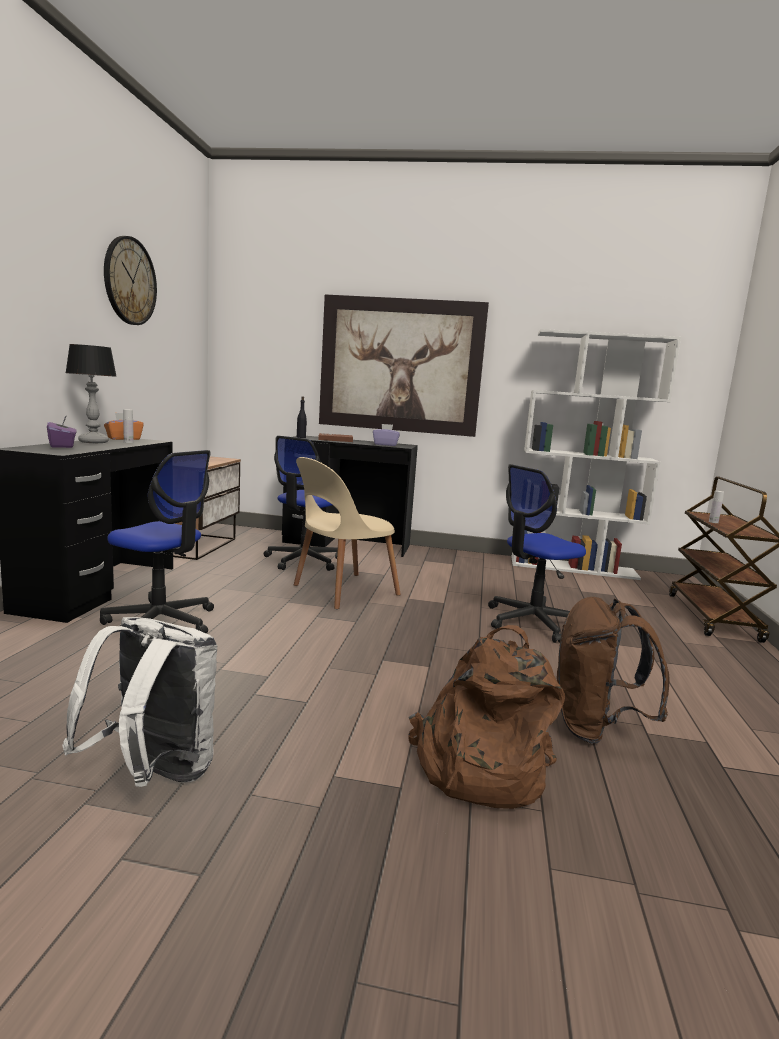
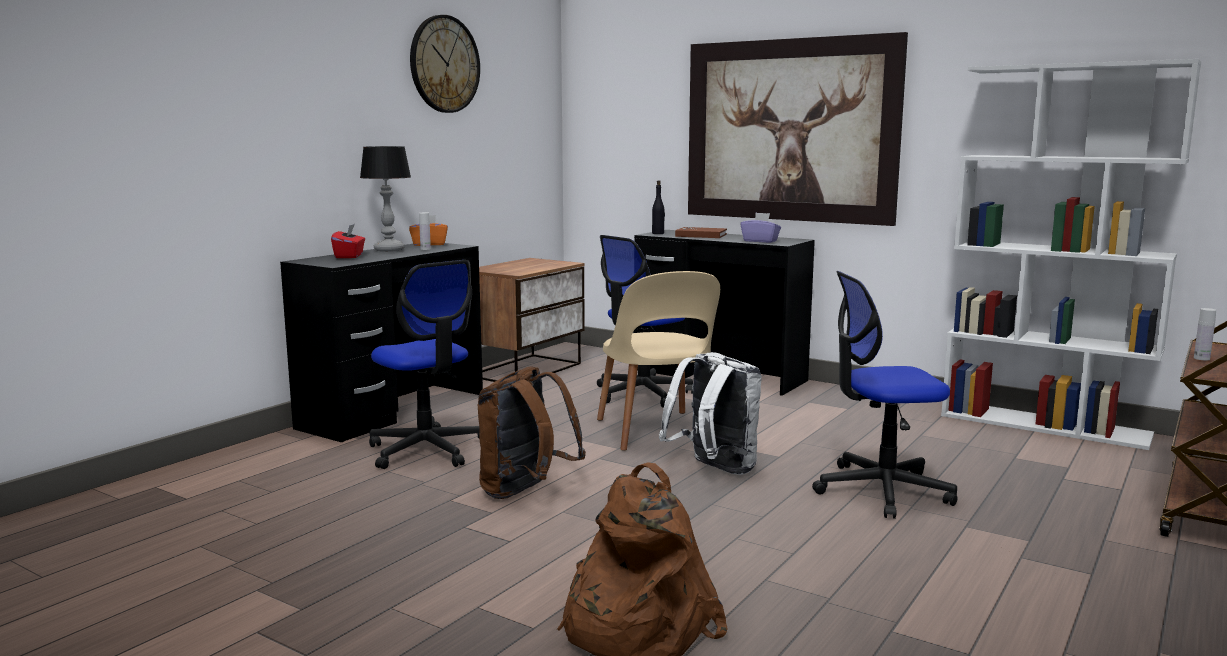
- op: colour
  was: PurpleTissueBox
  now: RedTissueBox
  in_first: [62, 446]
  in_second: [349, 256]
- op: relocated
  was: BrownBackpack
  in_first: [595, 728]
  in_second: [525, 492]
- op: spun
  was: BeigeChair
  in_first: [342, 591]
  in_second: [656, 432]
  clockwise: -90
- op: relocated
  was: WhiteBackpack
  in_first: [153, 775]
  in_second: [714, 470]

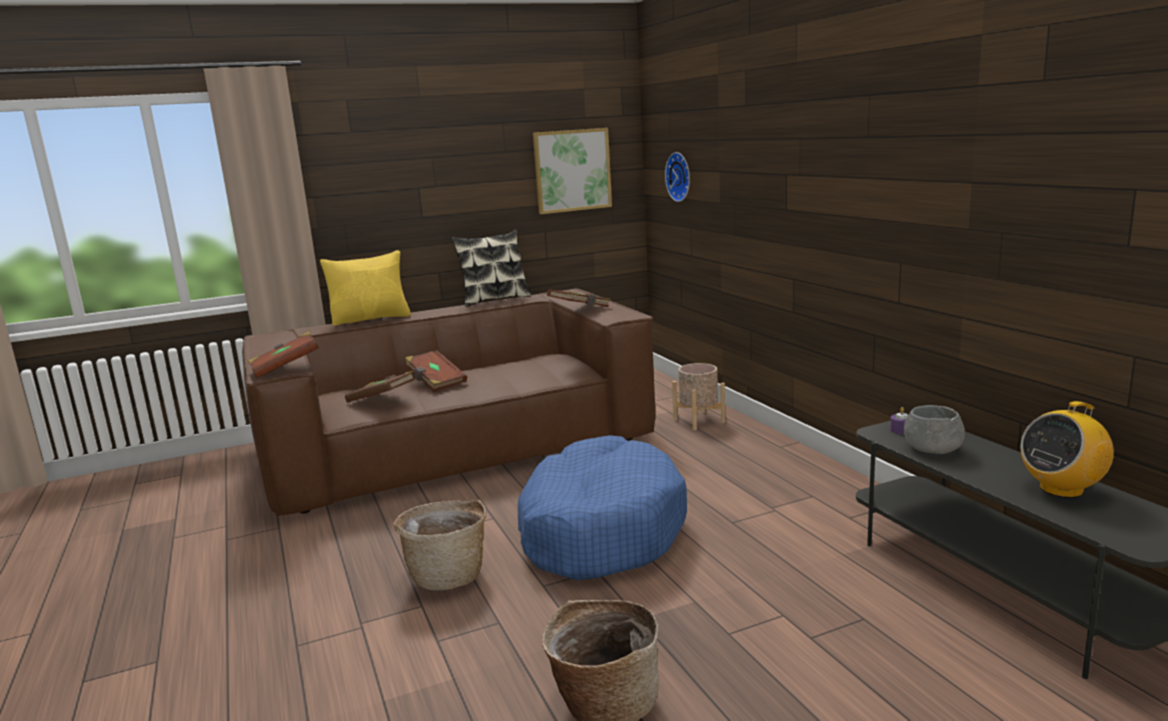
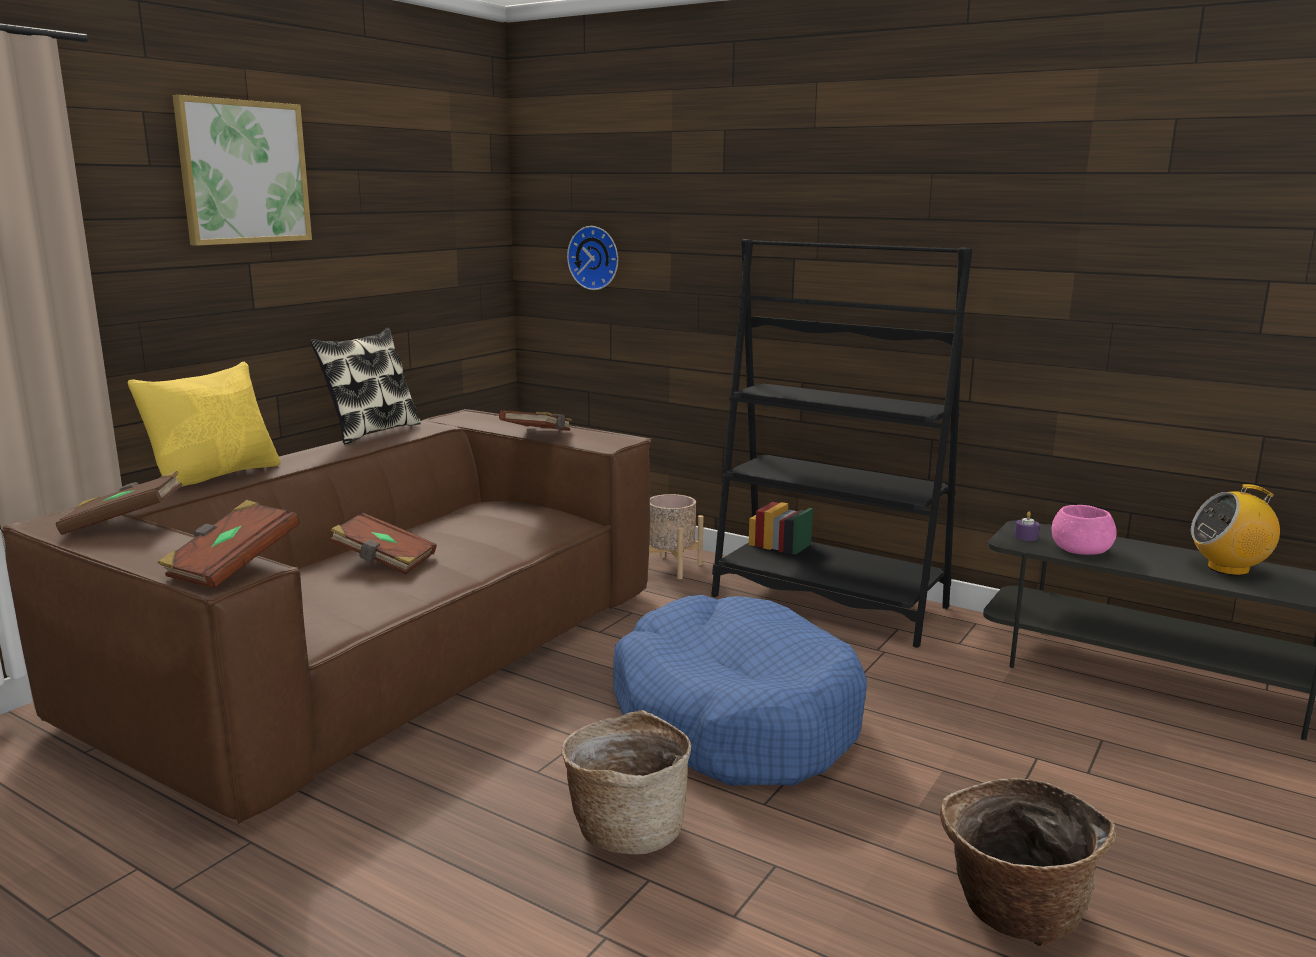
- op: relocated
  was: BrownBook
  in_first: [382, 399]
  in_second: [124, 523]
- op: relocated
  was: Picture
  in_first: [572, 170]
  in_second: [243, 172]
- op: appeared
  now: BlackBookcase
  in_second: [829, 602]
- op: colour
  was: GreyBowl
  now: PinkBowl
  in_first: [932, 449]
  in_second: [1081, 550]
- op: spun
  was: Radio
  in_first: [1061, 489]
  in_second: [1228, 569]
  clockwise: 60

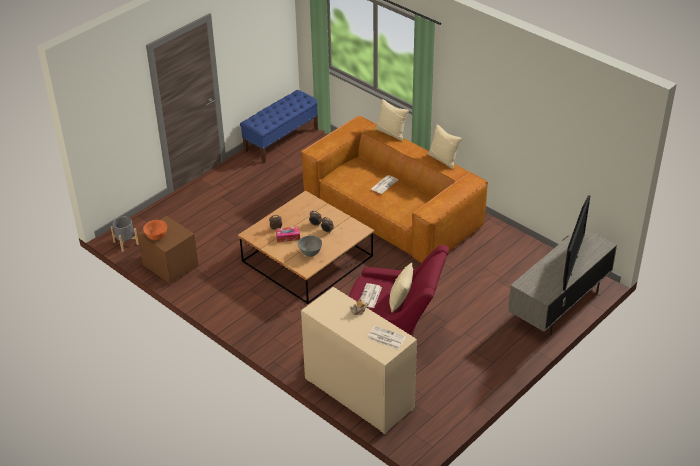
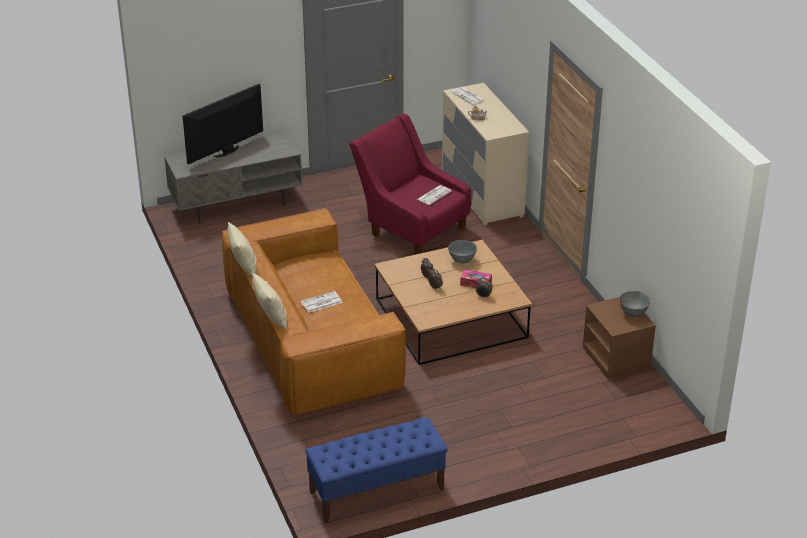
- op: colour
  was: OrangeBowl
  now: GreyBowl
  in_first: [156, 237]
  in_second: [633, 313]
- op: missing
  was: GreyPlanter
  in_first: [126, 243]
- op: missing
  was: BeigePillow
  in_first: [400, 300]

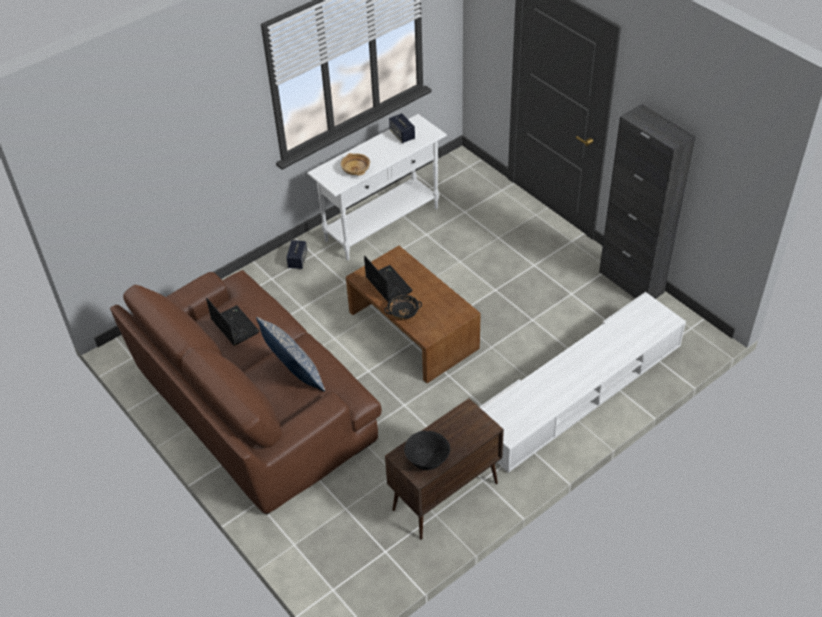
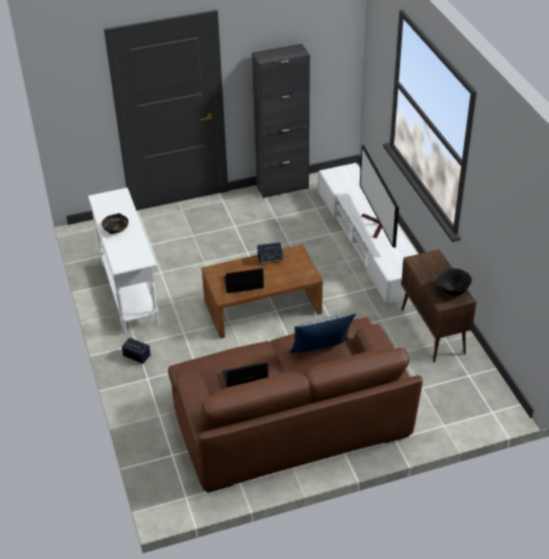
- op: relocated
  was: BlackBowl
  in_first: [403, 312]
  in_second: [116, 228]
- op: relocated
  was: Speaker
  in_first: [402, 135]
  in_second: [270, 259]
- op: appeared
  now: Television
  in_second: [376, 225]
- op: missing
  was: BeigeBowl
  in_first: [356, 170]

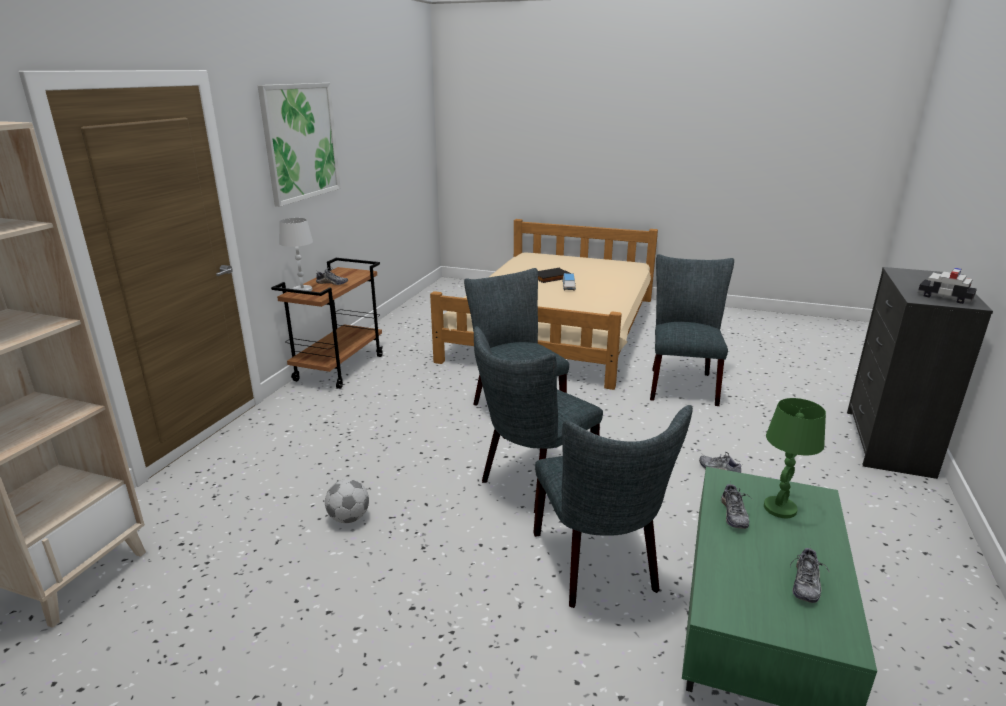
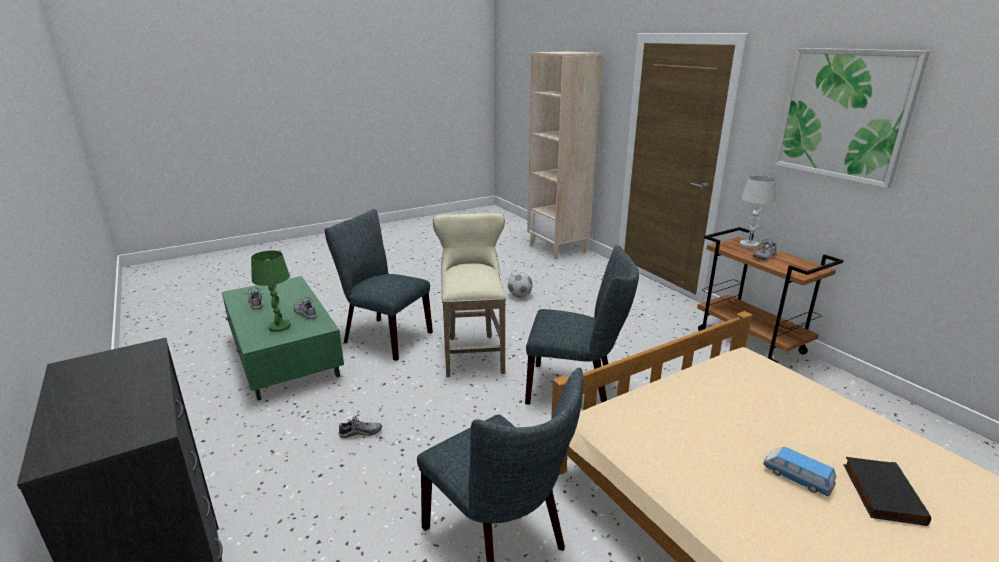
- op: exchanged
  was: GreyChair
  now: BeigeStool
  in_first: [533, 480]
  in_second: [473, 352]
- op: missing
  was: ToyCar
  in_first: [944, 297]

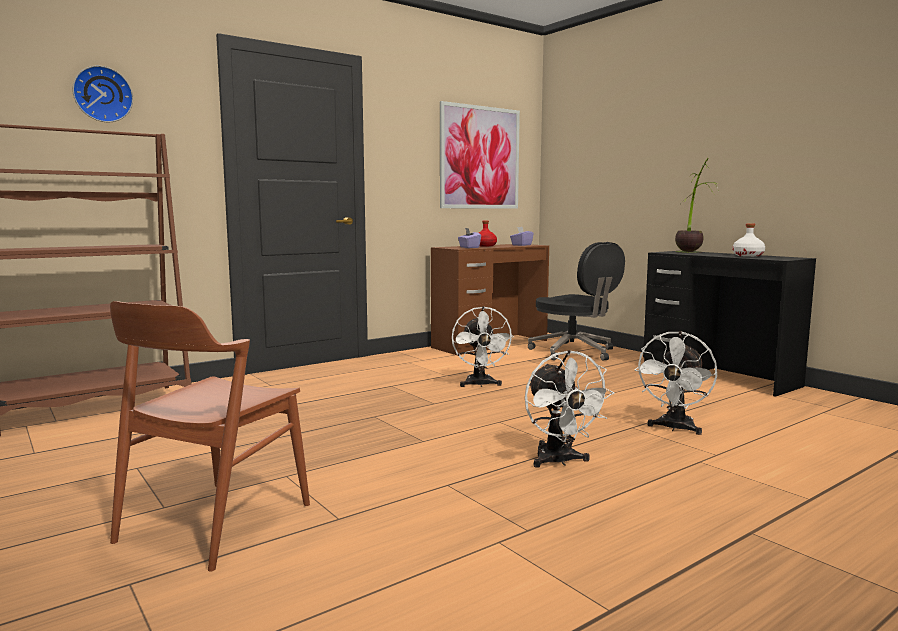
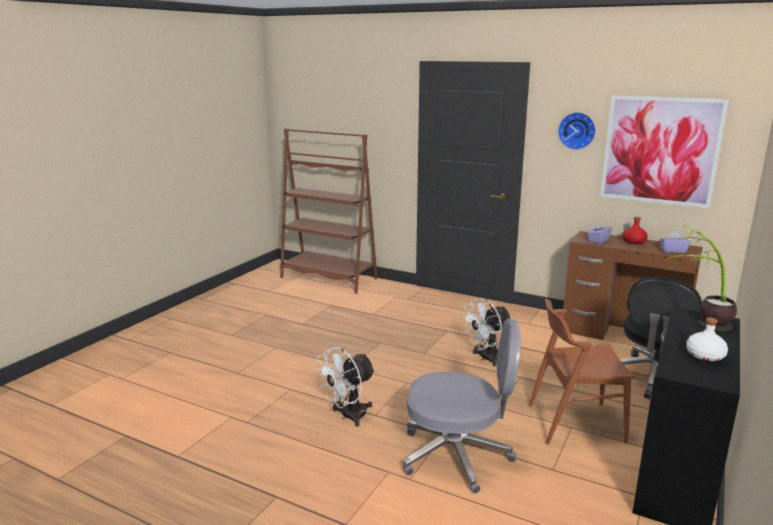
- op: exchanged
  was: WhiteFan
  now: GreyOfficeChair
  in_first: [674, 428]
  in_second: [457, 455]
- op: relocated
  was: BrownChair
  in_first: [214, 522]
  in_second: [575, 423]
- op: relocated
  was: WallClock
  in_first: [102, 94]
  in_second: [577, 130]

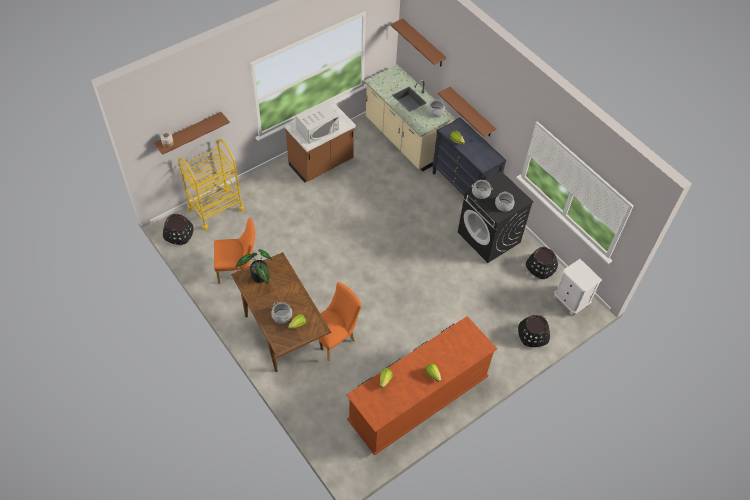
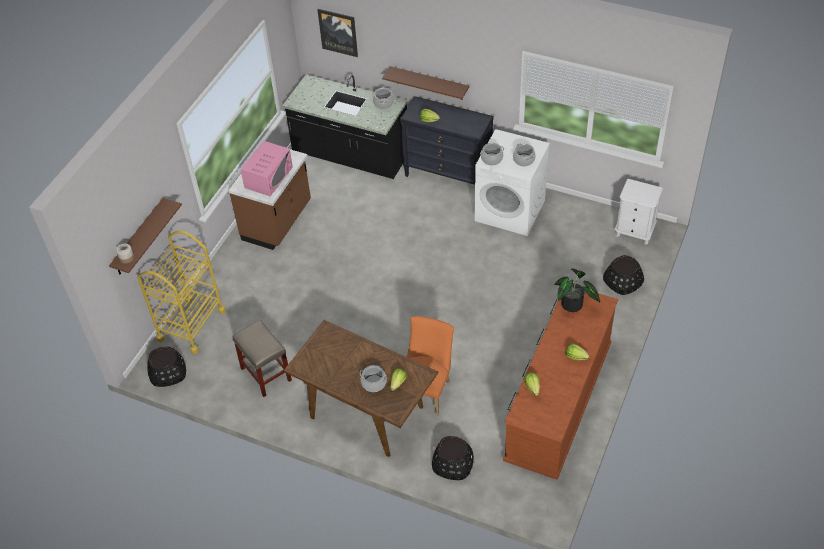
- op: exchanged
  was: OrangeChair
  now: BeigeStool
  in_first: [238, 269]
  in_second: [266, 374]
- op: colour
  was: WhiteMicrowave
  now: PinkMicrowave
  in_first: [317, 129]
  in_second: [268, 177]
- op: colour
  was: BeigeCounter
  now: BlackCounter
  in_first: [405, 139]
  in_second: [350, 155]
- op: exchanged
  was: BrownShelf
  now: Picture
  in_first: [423, 43]
  in_second: [338, 32]
- op: relocated
  was: BlackPlanter
  in_first: [540, 267]
  in_second: [452, 464]
- op: colour
  was: BlackWashingMachine
  now: WhiteWashingMachine
  in_first: [489, 237]
  in_second: [510, 210]
- op: relocated
  was: PottedPlant
  in_first: [259, 277]
  in_second: [573, 306]

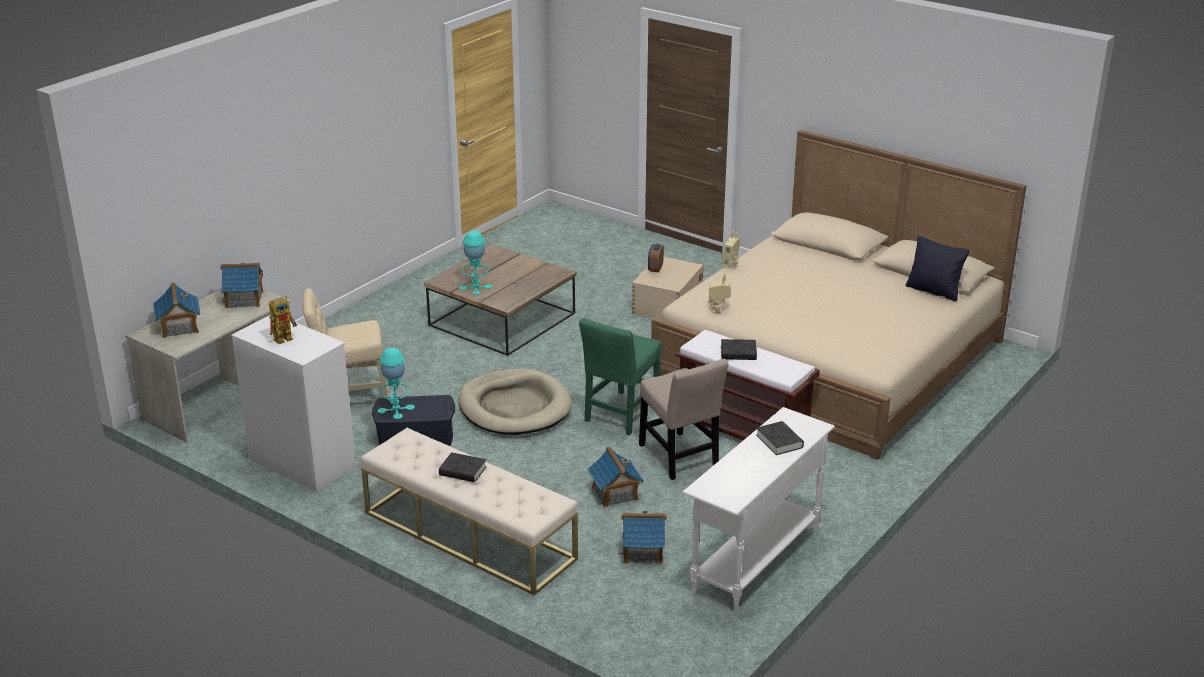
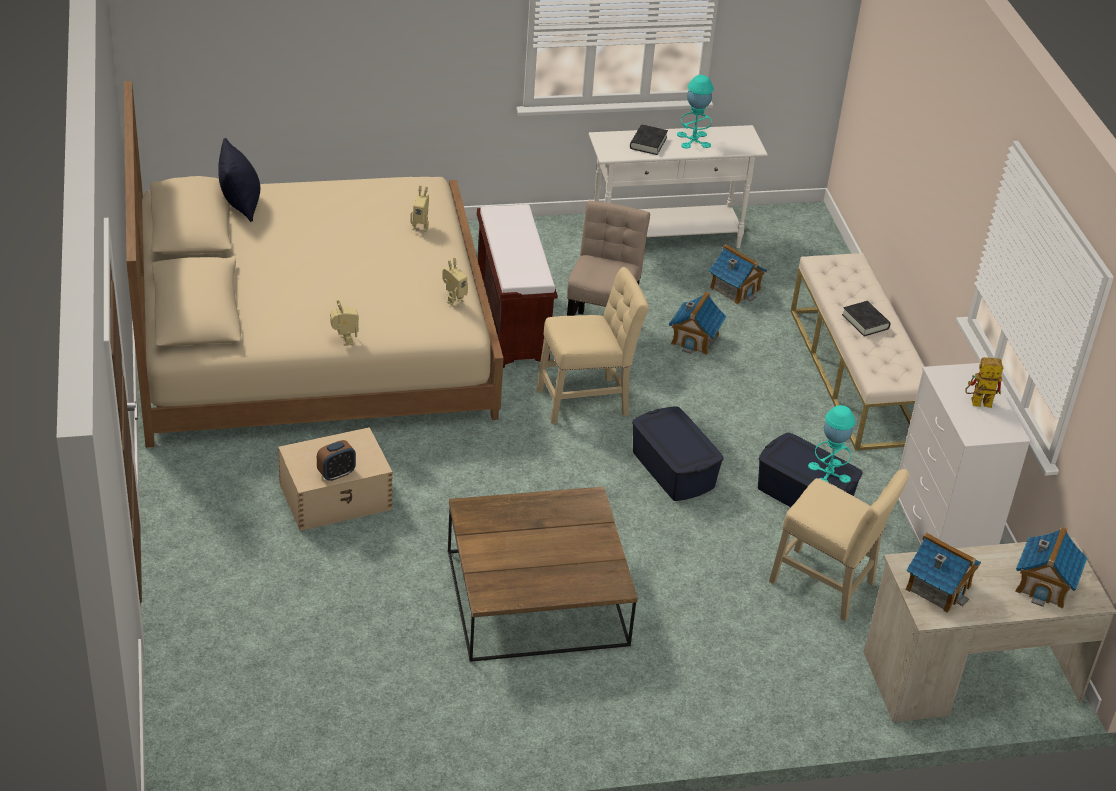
- op: appeared
  now: ToyRobot
  in_second: [421, 227]
- op: colour
  was: GreenChair
  now: BeigeChair
  in_first: [621, 415]
  in_second: [587, 401]
- op: exchanged
  was: BeigeDogBed
  now: BlueStorageBox
  in_first: [514, 407]
  in_second: [672, 470]
- op: relocated
  was: TurquoiseTableLamp
  in_first: [476, 287]
  in_second: [693, 140]
- op: missing
  was: BlackBook
  in_first: [738, 353]

